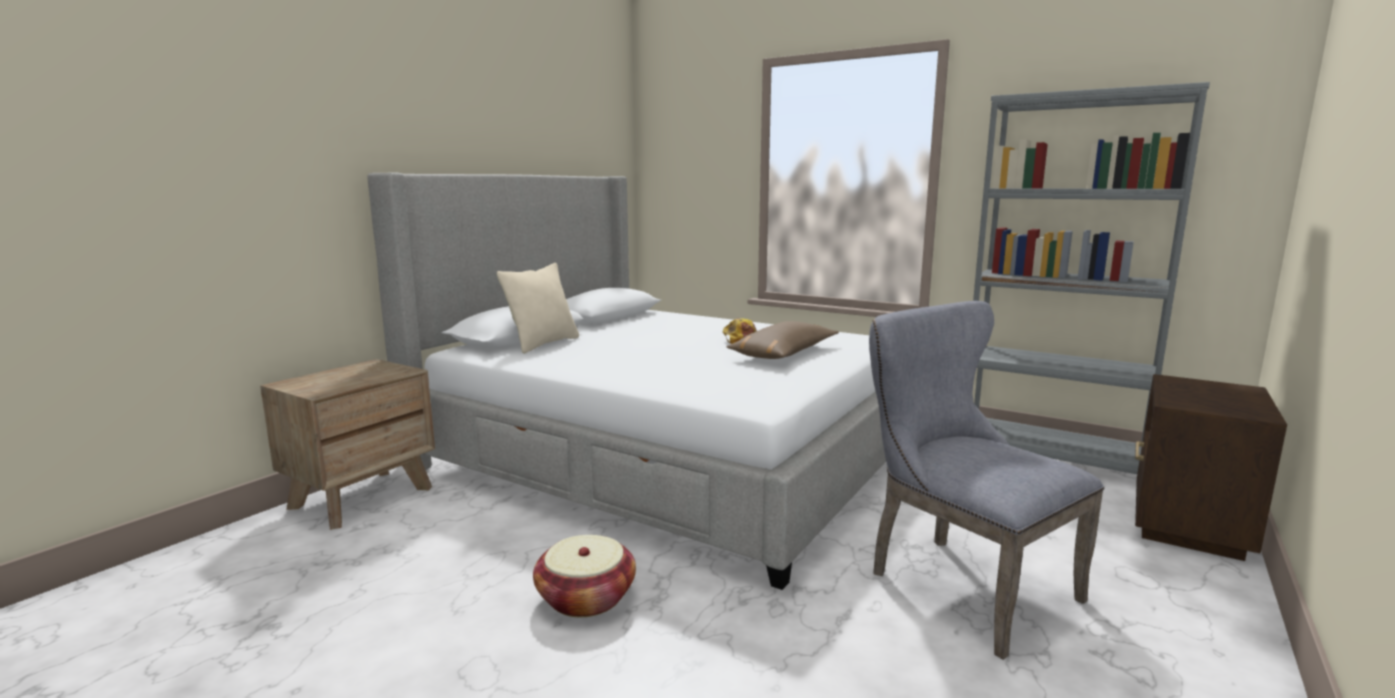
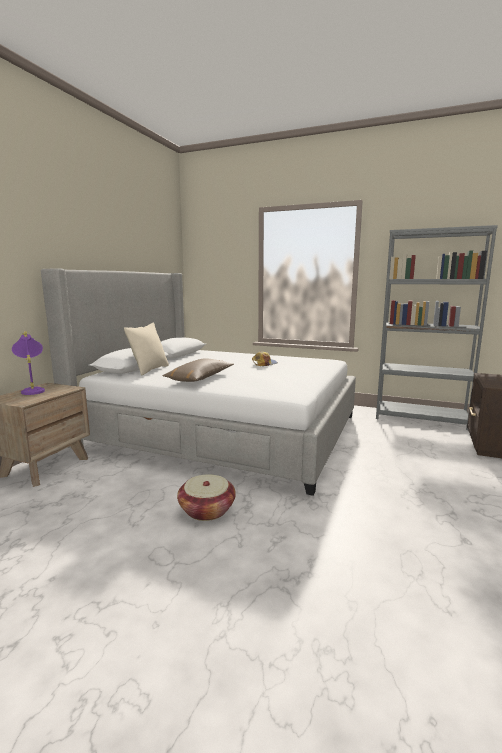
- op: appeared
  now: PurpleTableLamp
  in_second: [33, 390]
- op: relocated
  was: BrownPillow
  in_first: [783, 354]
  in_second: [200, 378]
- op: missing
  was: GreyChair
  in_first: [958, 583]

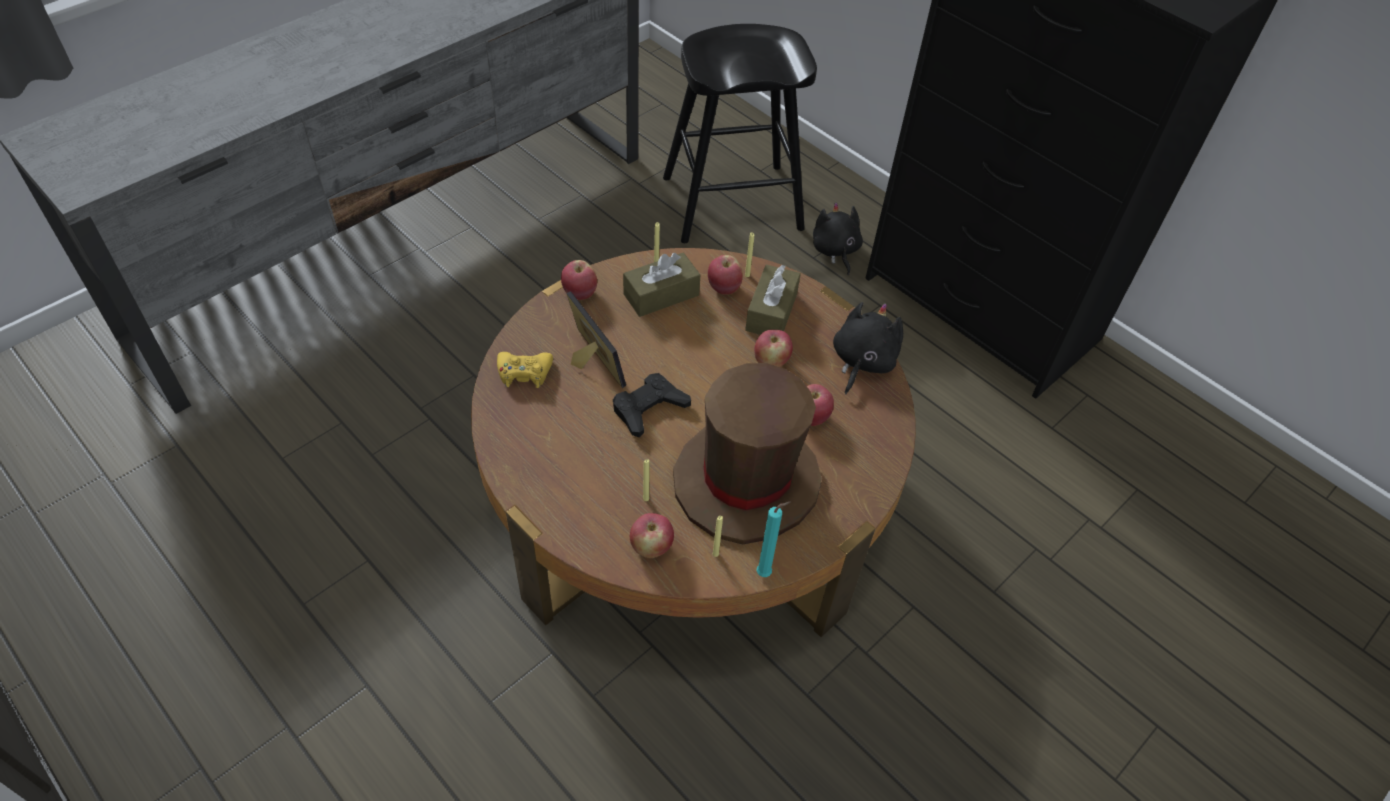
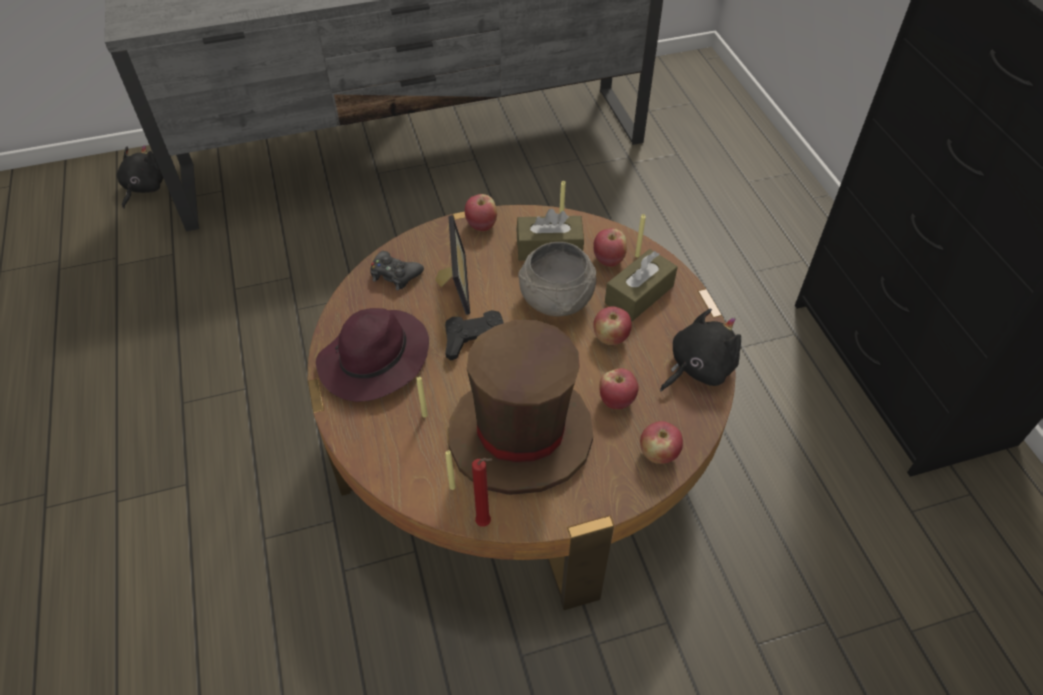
- op: relocated
  was: BlackPlushToy
  in_first: [835, 251]
  in_second: [143, 188]
- op: appeared
  now: PurpleHat
  in_second: [374, 361]
- op: colour
  was: YellowGameController
  now: BlackGameController
  in_first: [524, 373]
  in_second: [395, 275]
- op: colour
  was: TurquoiseCandle
  now: RedCandle
  in_first: [766, 573]
  in_second: [485, 523]
- op: appeared
  now: GreyBowl
  in_second: [557, 301]
- op: relocated
  was: Apple
  in_first: [651, 547]
  in_second: [658, 454]
- op: missing
  was: BlackStool
  in_first: [731, 203]

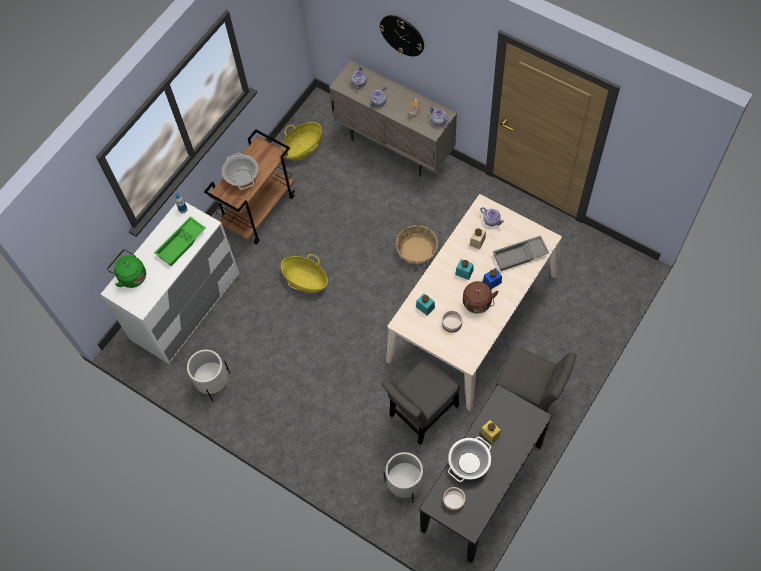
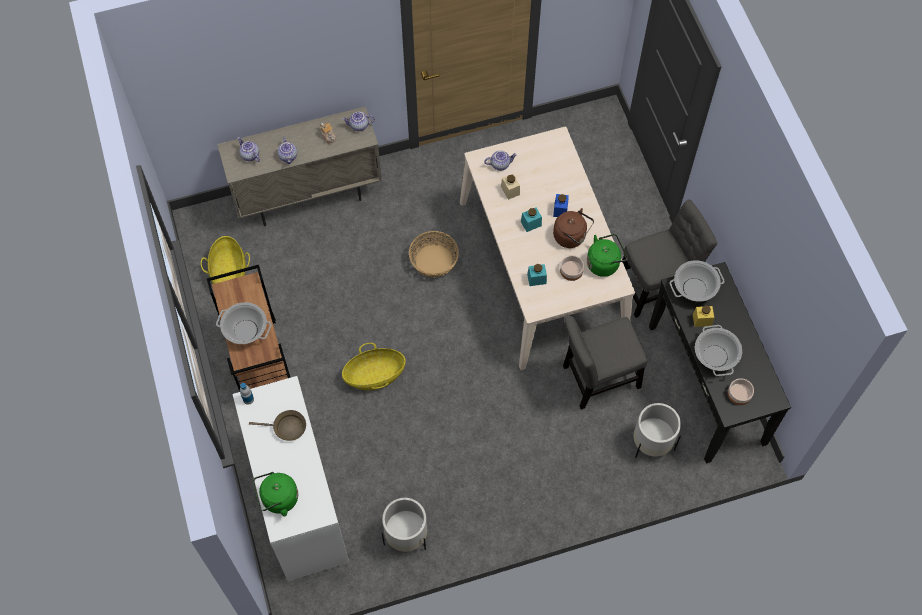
- op: exchanged
  was: GreenTray
  now: BrownFryingPan
  in_first: [181, 244]
  in_second: [287, 427]
- op: spun
  was: GreyChair
  in_first: [421, 413]
  in_second: [597, 379]
  clockwise: 75
- op: appeared
  now: GreenKettle
  in_second: [604, 263]
- op: appeared
  now: CookingPot
  in_second: [694, 289]
- op: missing
  was: WallClock
  in_first: [402, 35]
- op: missing
  was: GreyTray
  in_first: [520, 256]

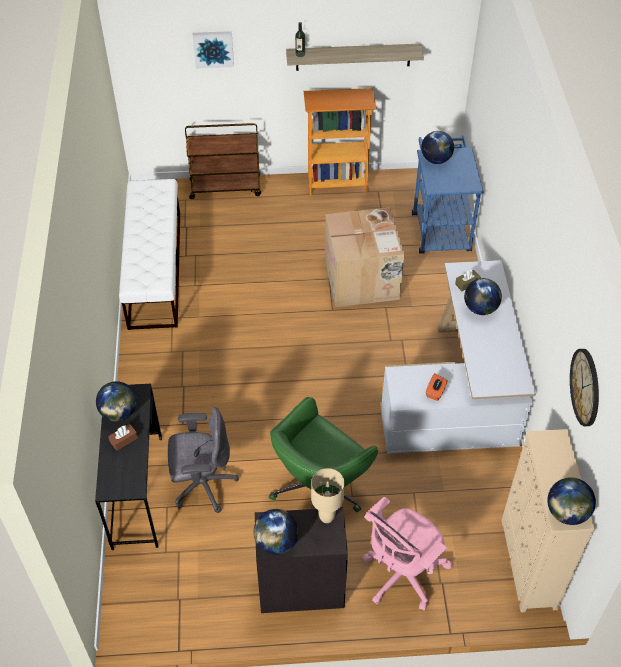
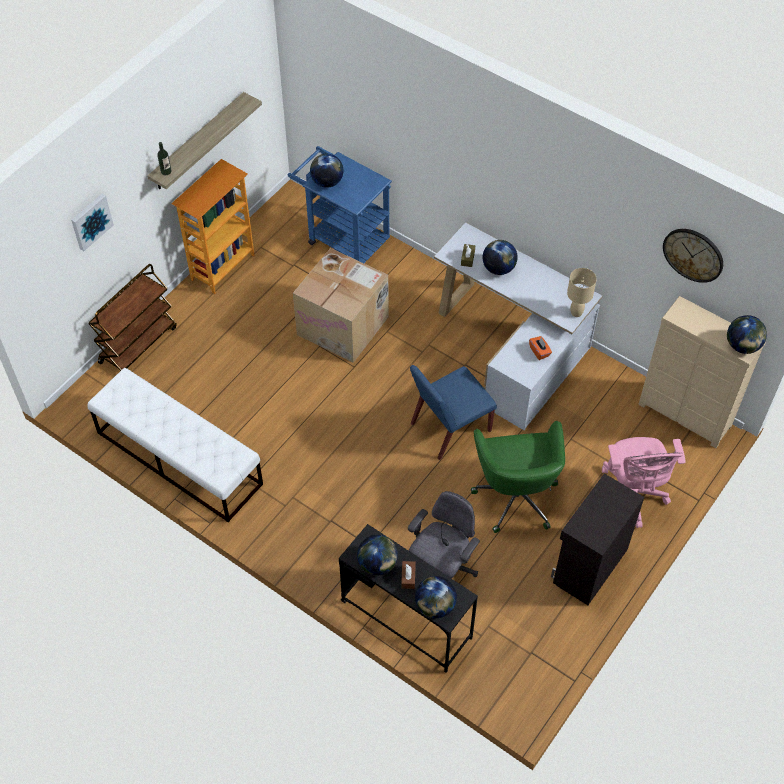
- op: appeared
  now: BlueChair
  in_second: [449, 428]
- op: relocated
  was: Globe
  in_first: [276, 542]
  in_second: [435, 606]
- op: relocated
  was: BeigeTableLamp
  in_first: [326, 517]
  in_second: [576, 313]

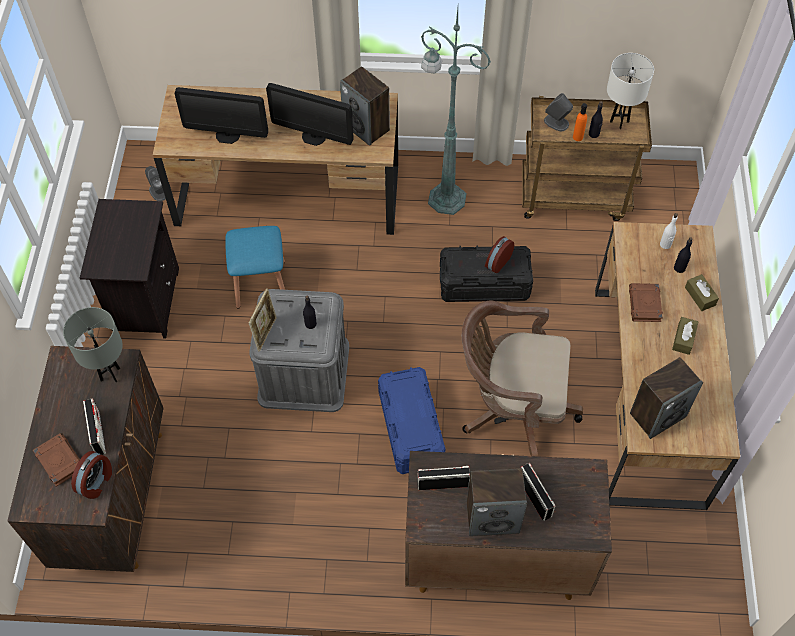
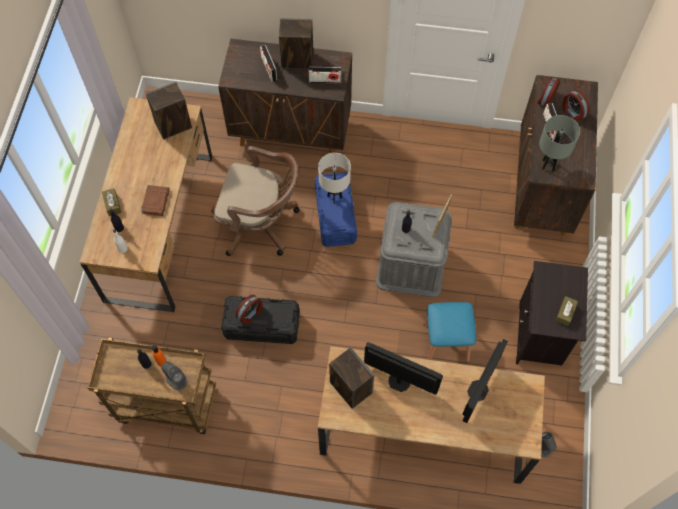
- op: relocated
  was: WhiteTableLamp
  in_first: [619, 121]
  in_second: [334, 197]
- op: spun
  was: Monitor
  in_first: [227, 135]
  in_second: [478, 390]
  clockwise: 105
- op: relocated
  was: BrownTissueBox
  in_first: [683, 339]
  in_second: [565, 313]
- op: exchanged
  was: BrownBook
  now: AlarmClock
  in_first: [59, 460]
  in_second: [572, 113]
- op: missing
  was: GreenFloorLamp
  in_first: [445, 198]

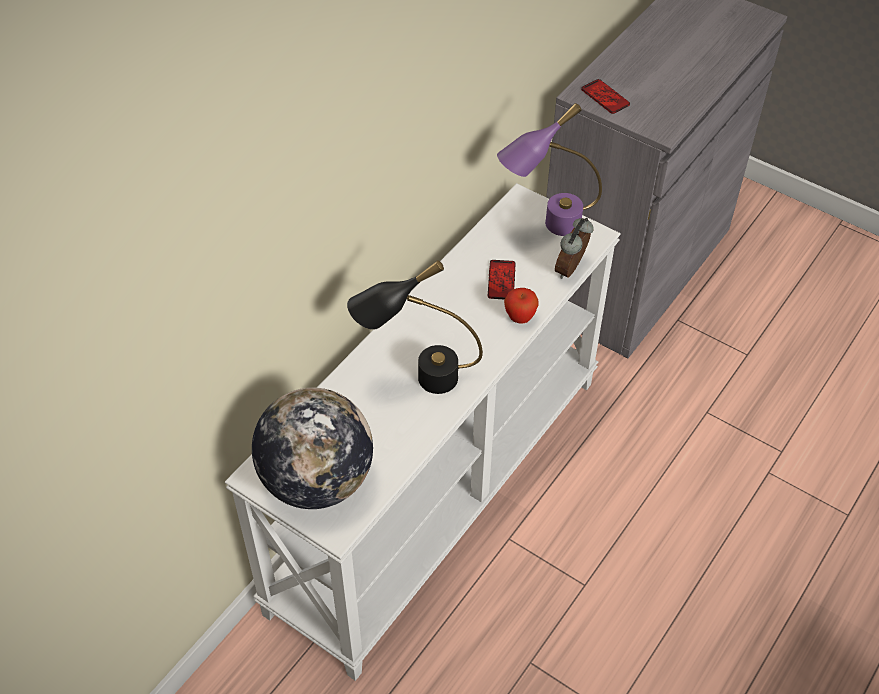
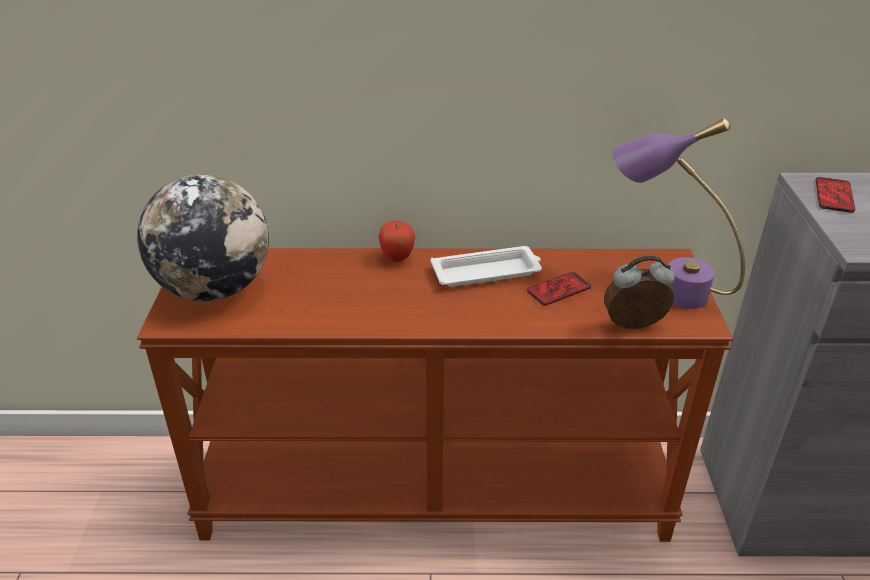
- op: colour
  was: WhiteConsoleTable
  now: BrownConsoleTable
  in_first: [436, 489]
  in_second: [436, 488]
- op: relocated
  was: Apple
  in_first: [520, 318]
  in_second: [397, 258]
- op: appeared
  now: WhiteTray
  in_second: [487, 272]
- op: missing
  was: BlackTableLamp
  in_first: [418, 380]

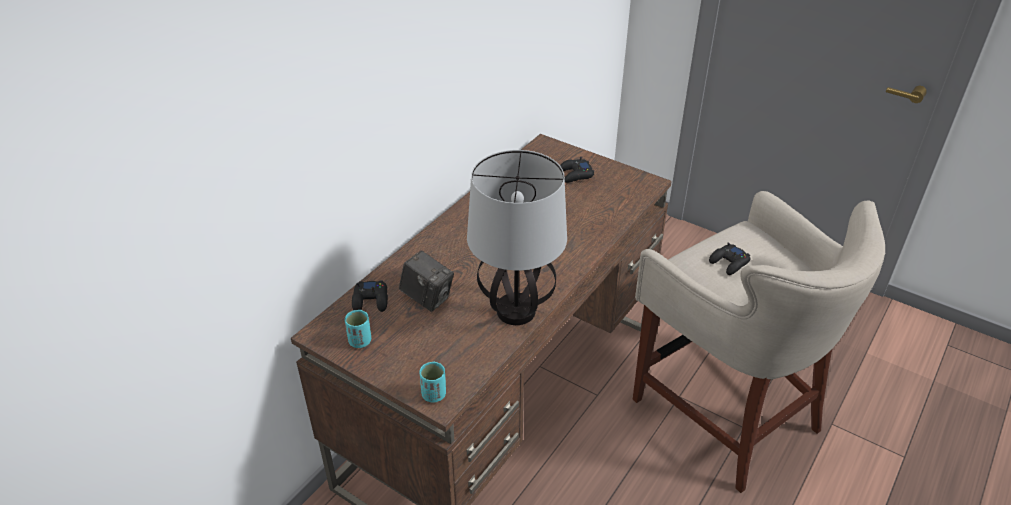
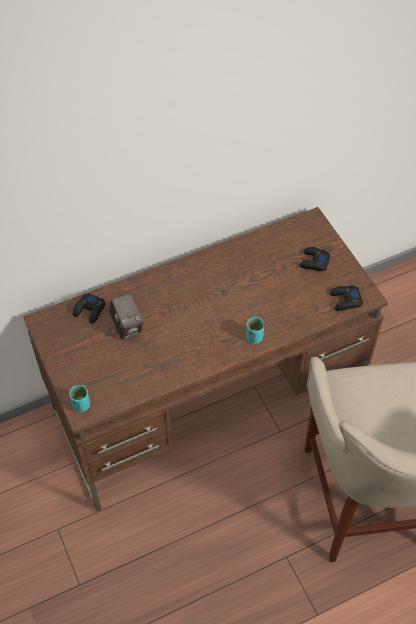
- op: relocated
  was: TurquoiseCup
  in_first: [360, 341]
  in_second: [254, 338]
- op: relocated
  was: BlackGameController
  in_first: [729, 263]
  in_second: [345, 300]
- op: missing
  was: TableLamp
  in_first: [516, 310]

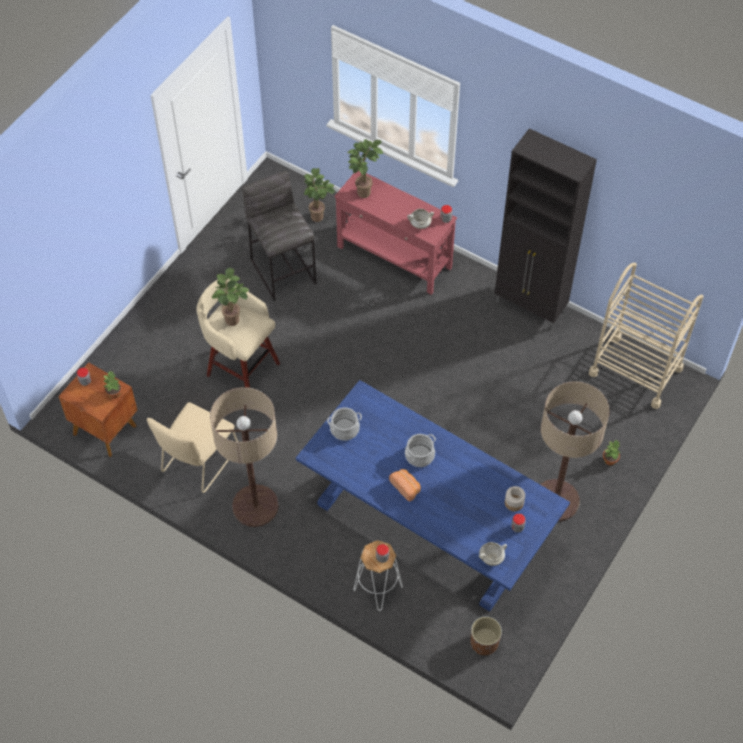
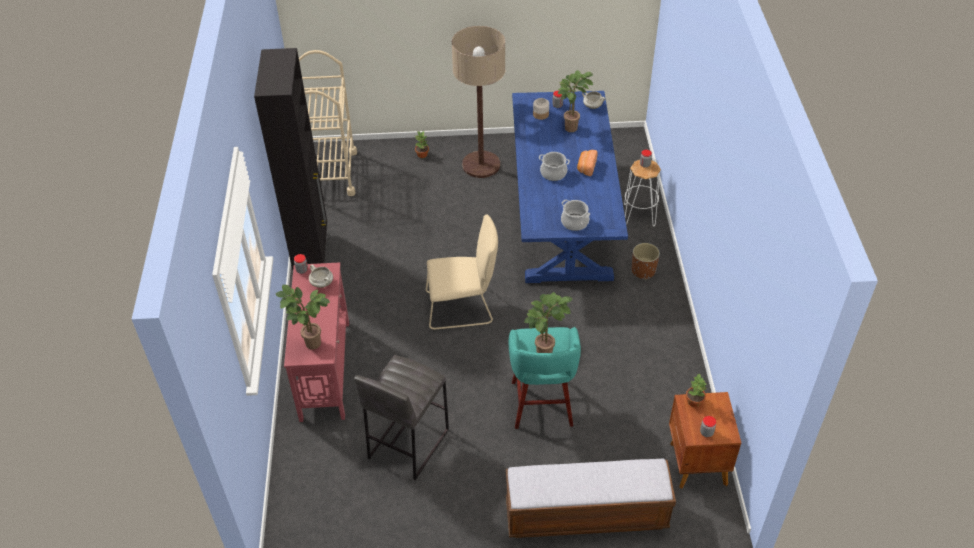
- op: relocated
  was: BeigeChair
  in_first: [198, 462]
  in_second: [462, 308]
- op: appeared
  now: Bench
  in_second: [586, 515]
- op: colour
  was: BeigeStool
  now: TurquoiseStool
  in_first: [241, 368]
  in_second: [541, 406]
- op: relocated
  was: PottedPlant
  in_first: [318, 218]
  in_second: [571, 126]
- op: relocated
  was: BrownPlanter
  in_first: [484, 643]
  in_second: [643, 271]
- op: missing
  was: FloorLamp
  in_first: [255, 506]

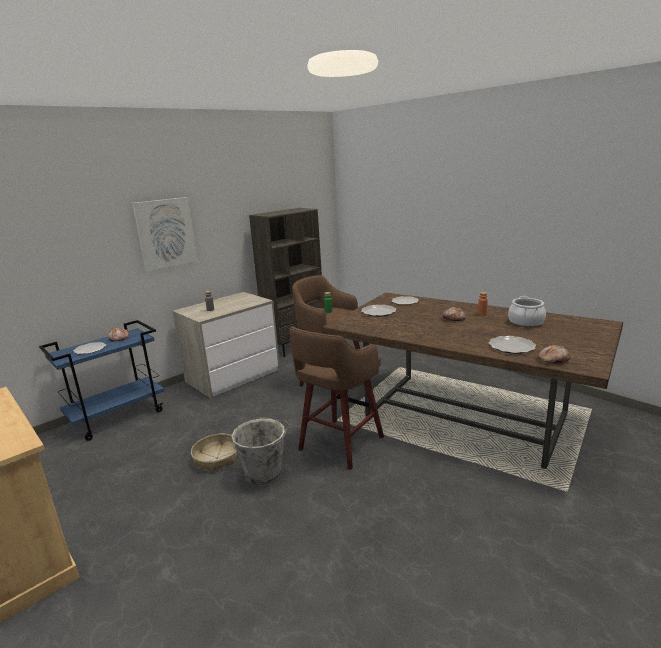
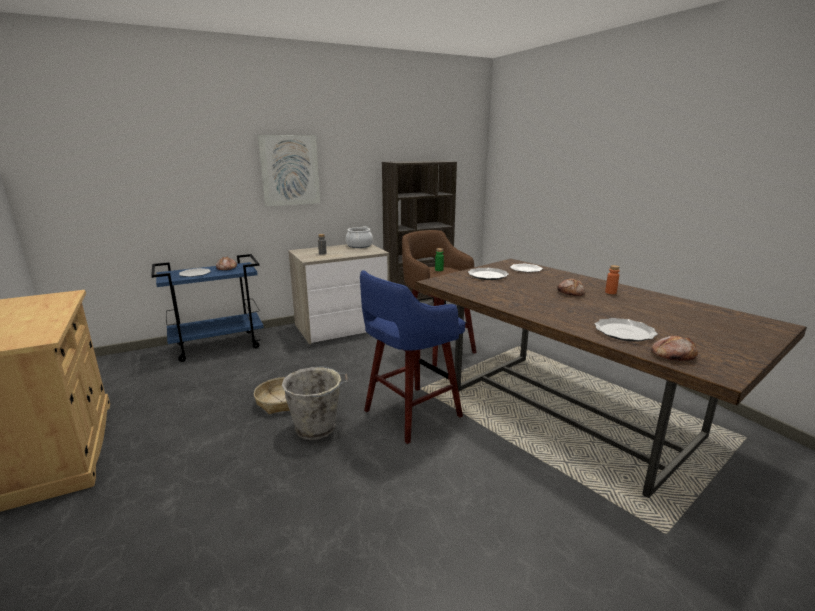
- op: relocated
  was: CookingPot
  in_first: [526, 322]
  in_second: [359, 246]
- op: colour
  was: BrownStool
  now: BlueStool
  in_first: [339, 444]
  in_second: [410, 414]

